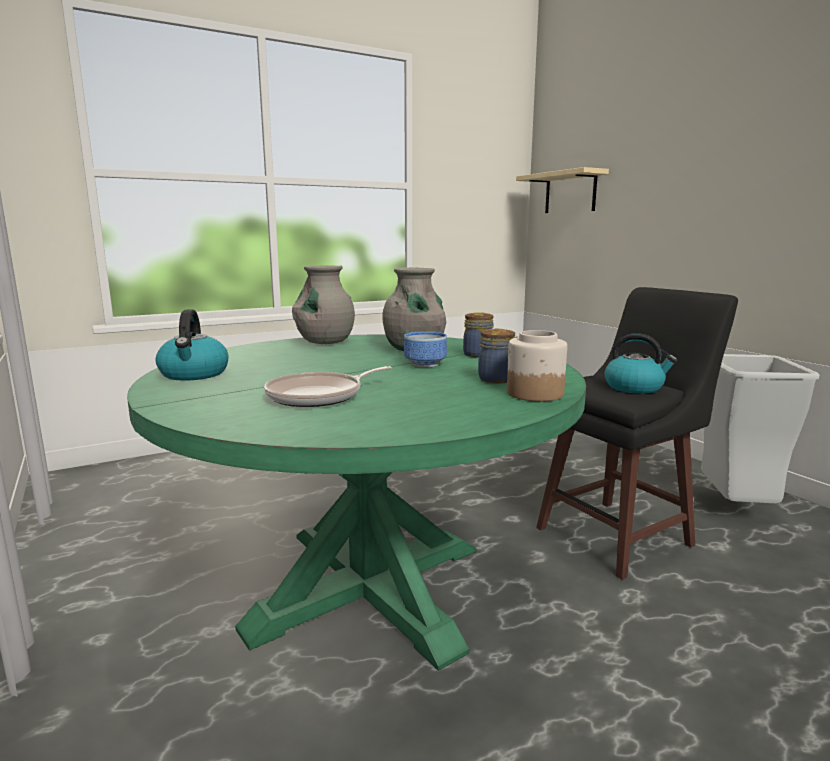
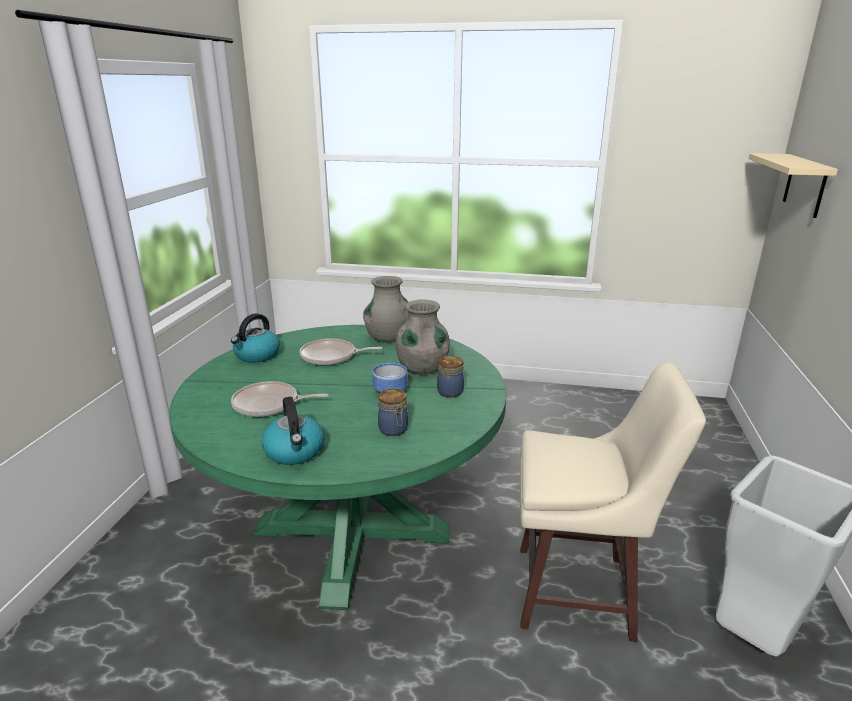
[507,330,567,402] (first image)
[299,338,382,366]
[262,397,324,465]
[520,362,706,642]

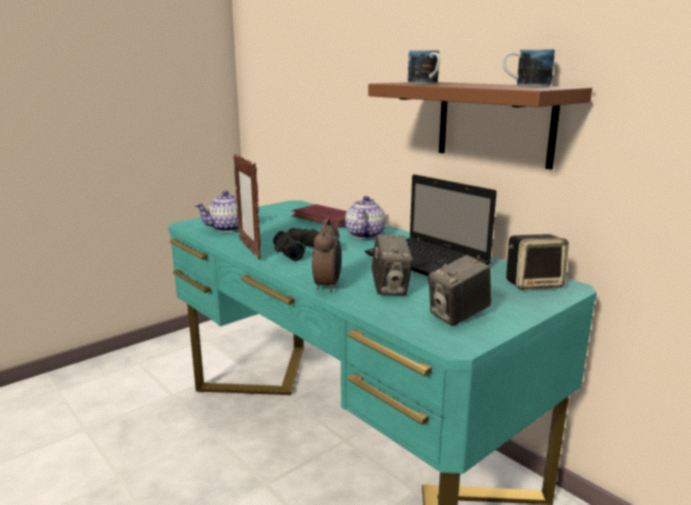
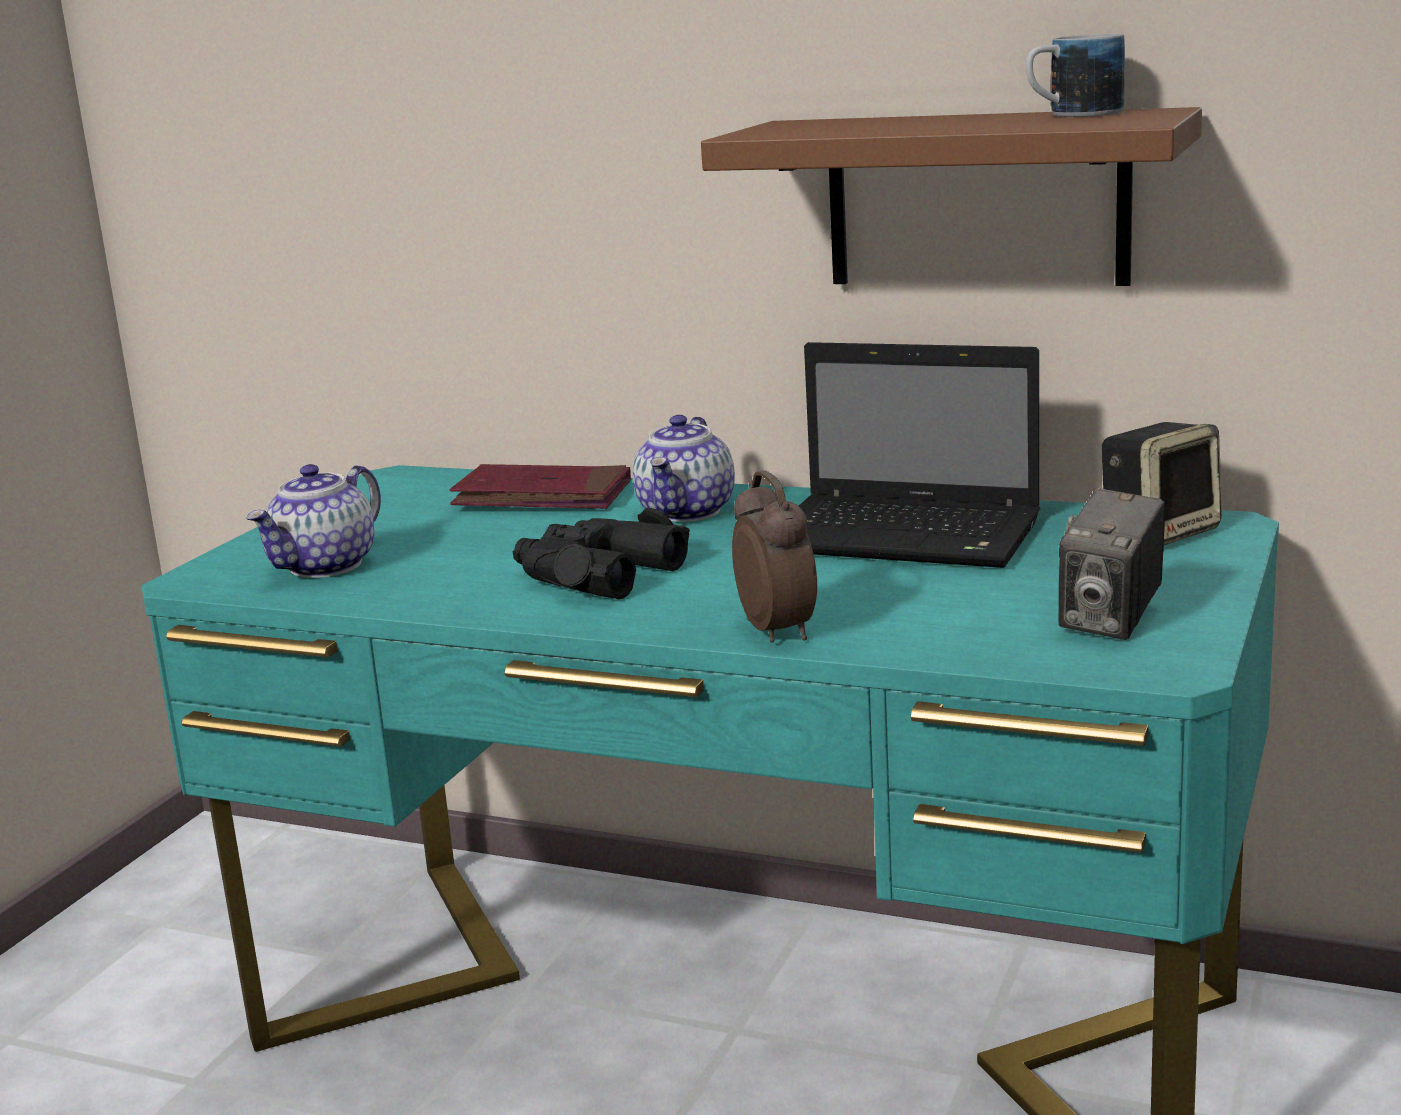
[233,154,261,259] (first image)
[371,234,413,295] (first image)
[408,50,440,84] (first image)
[633,415,735,522]

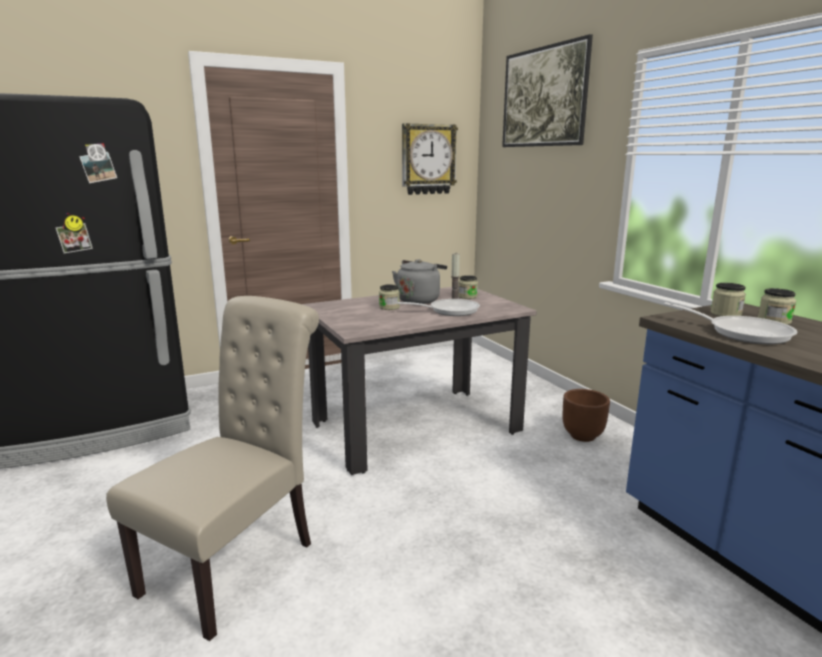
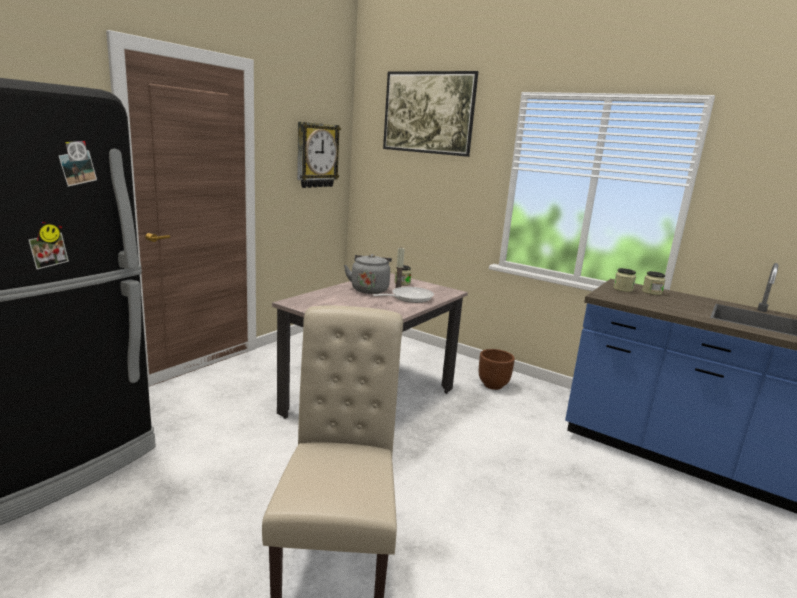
[379,284,400,310] (first image)
[664,302,798,344] (first image)

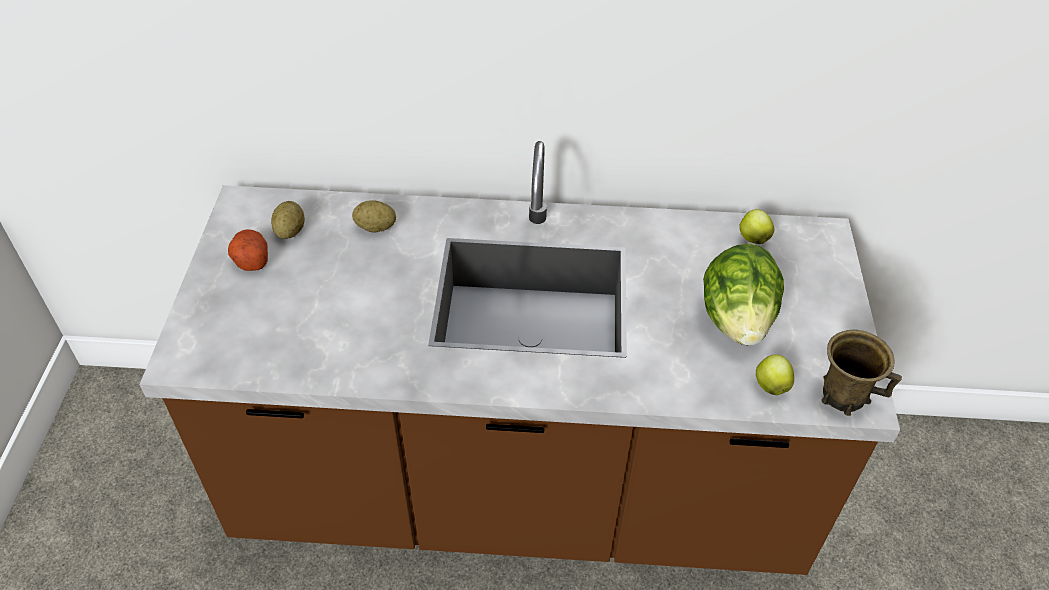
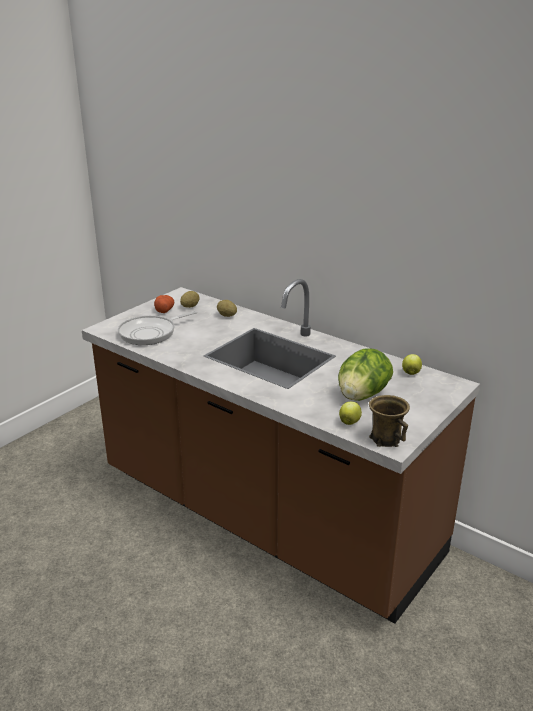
[118,311,197,345]

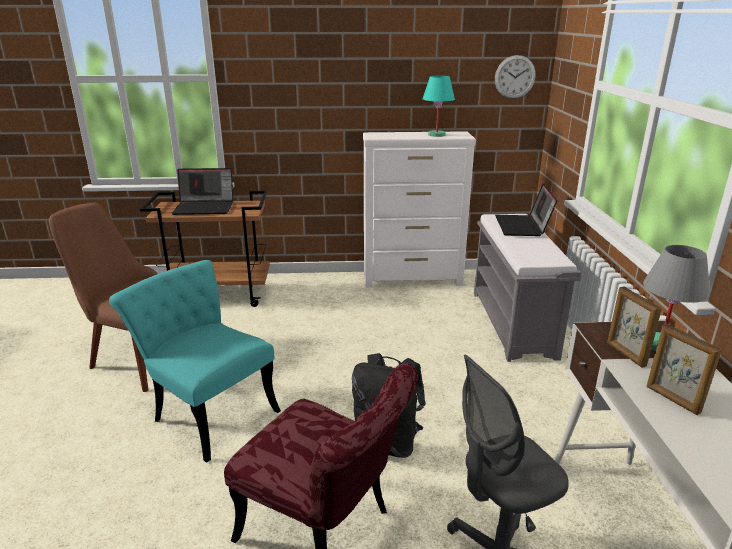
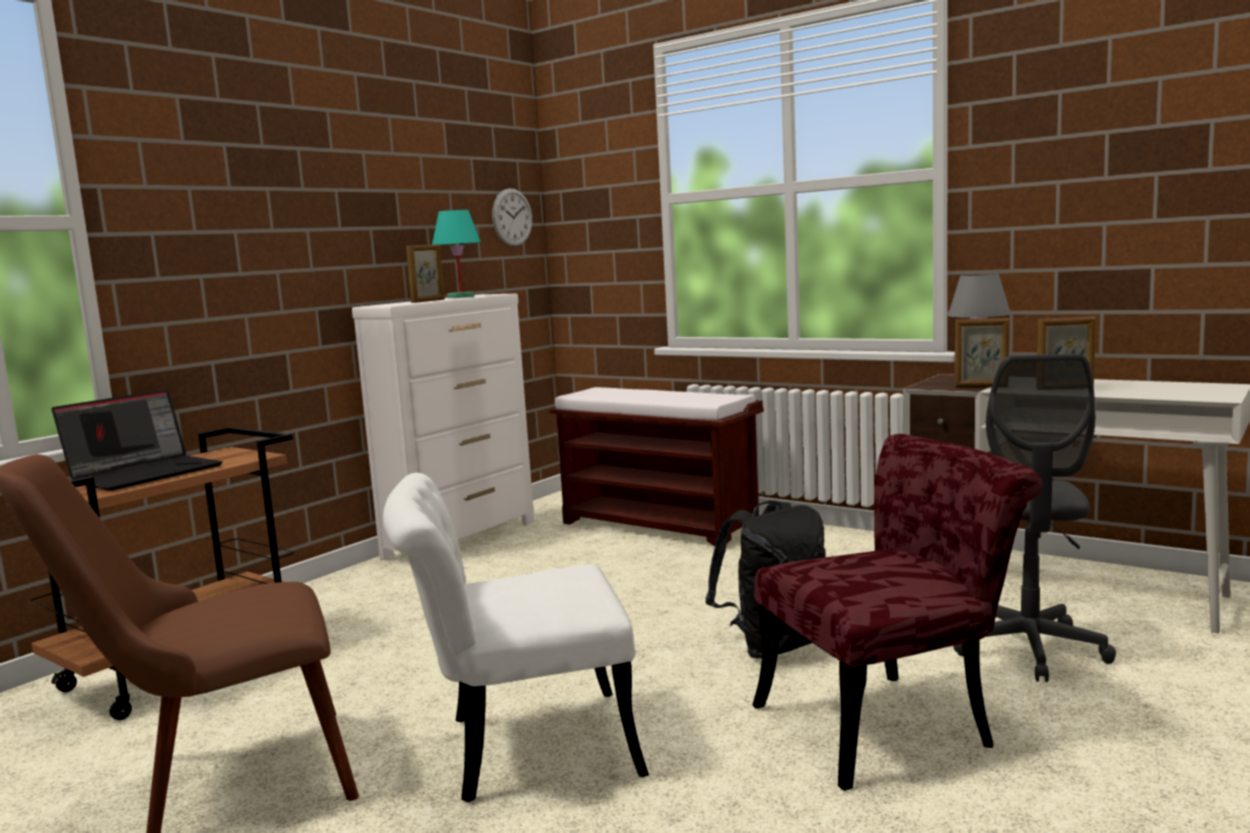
[495,184,558,236] (first image)
[406,244,445,303]
[383,473,649,803]
[549,387,764,546]

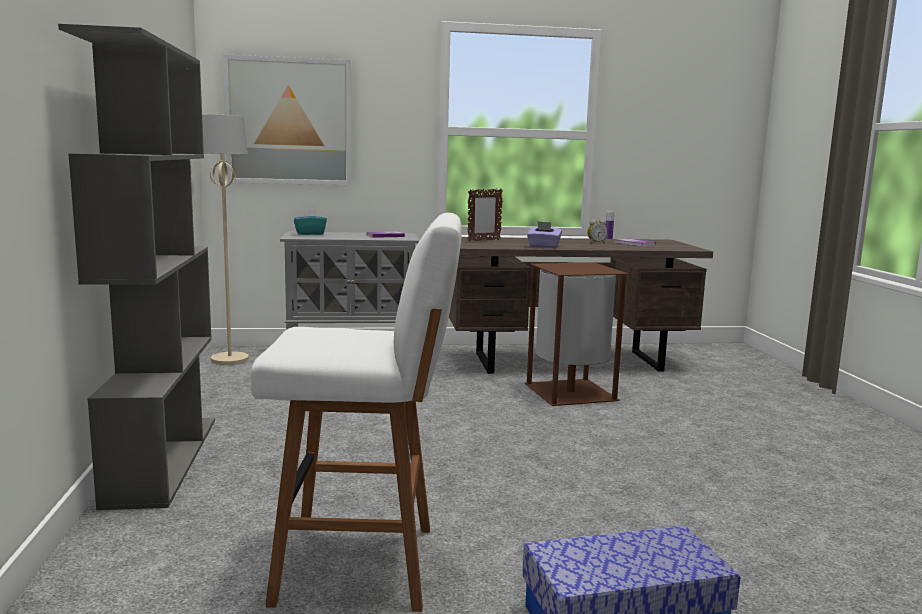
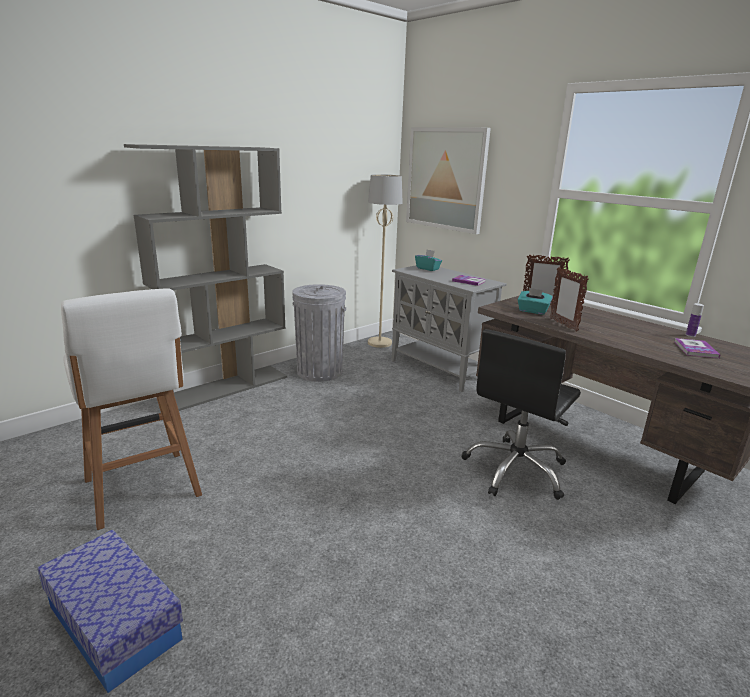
[587,220,607,244] (first image)
[292,284,346,382]
[518,288,553,315]
[461,329,581,500]
[550,267,589,332]

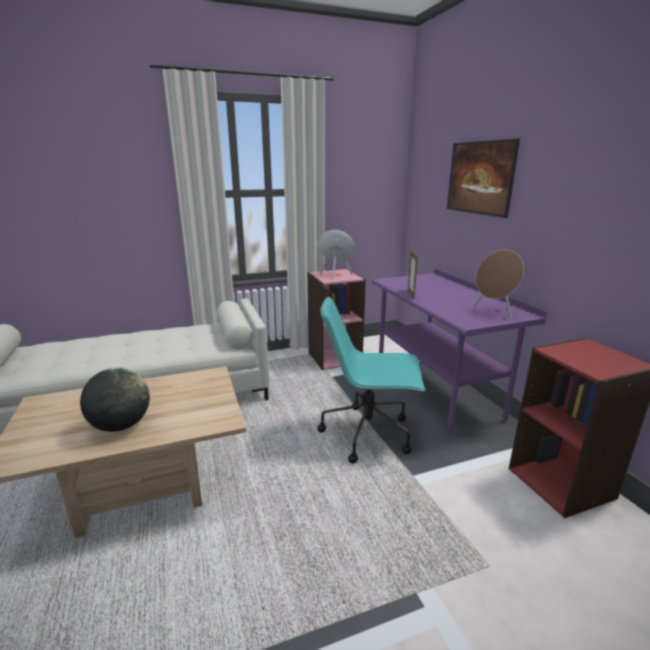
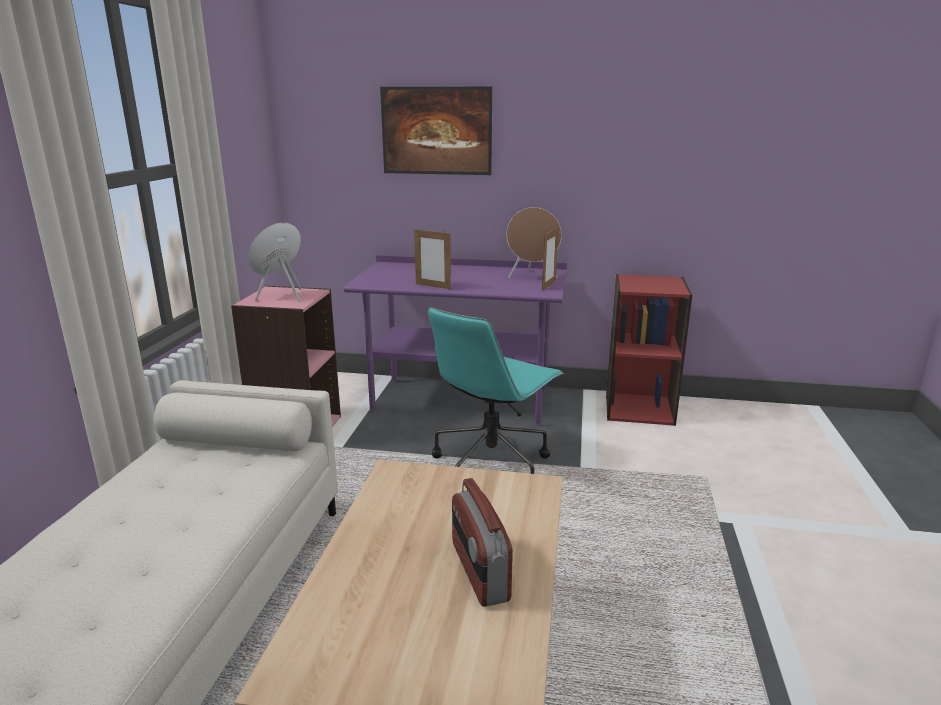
[542,227,558,291]
[452,478,513,607]

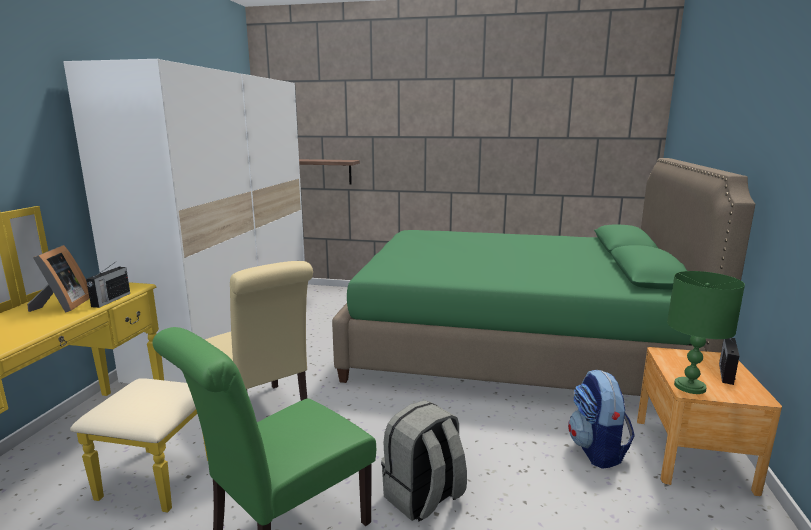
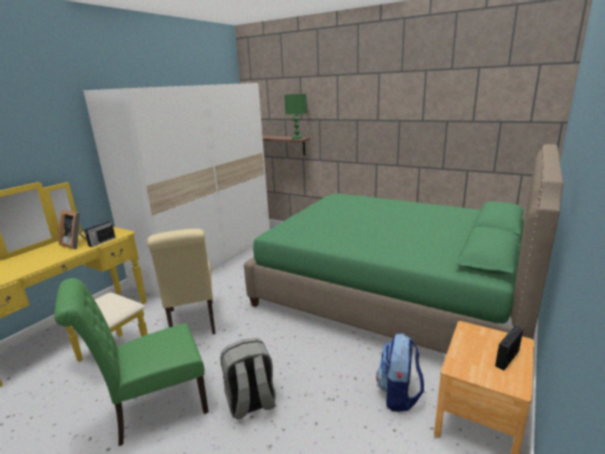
[284,94,307,139]
[58,210,87,249]

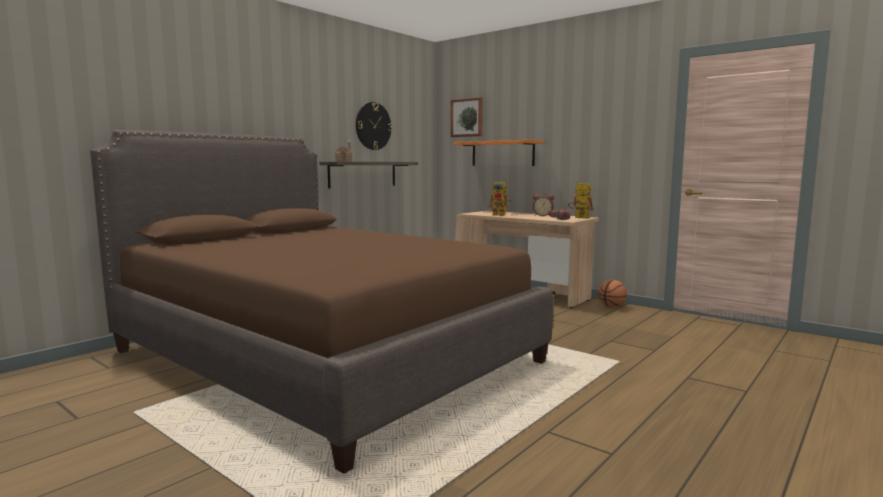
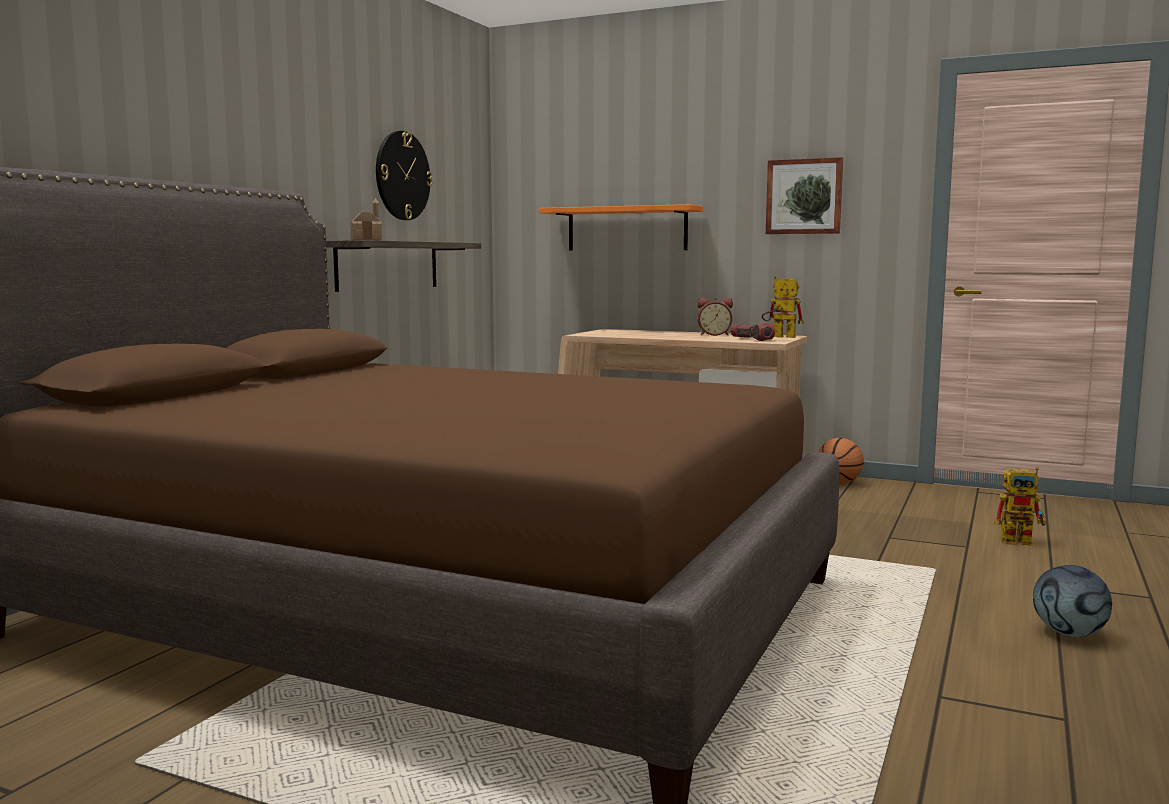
[1033,565,1112,637]
[766,157,843,234]
[994,467,1046,545]

